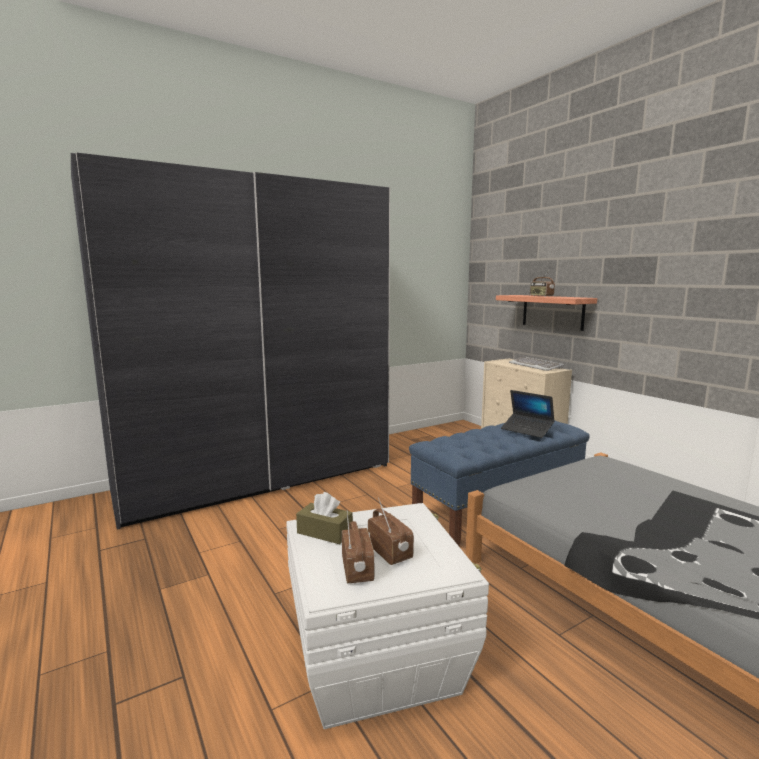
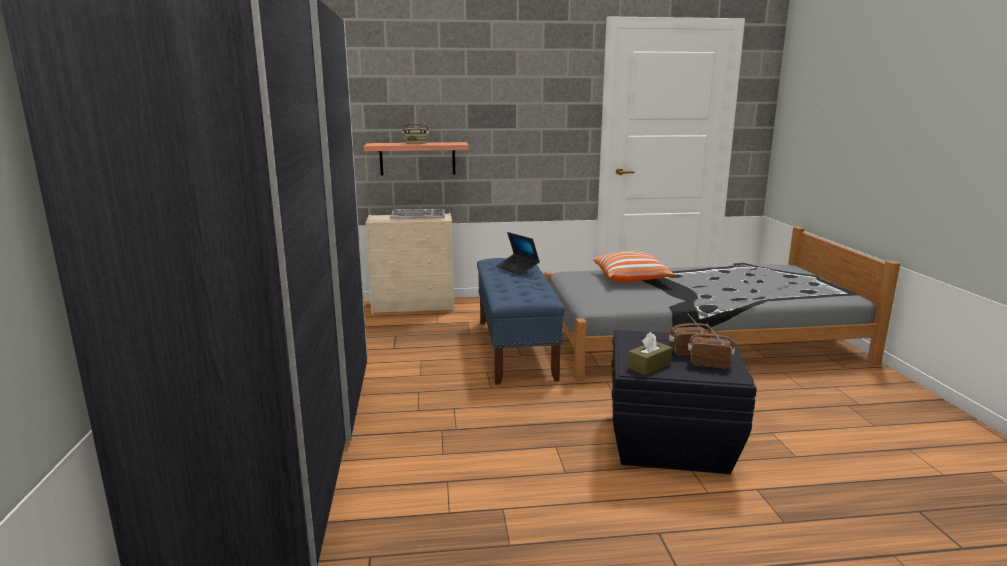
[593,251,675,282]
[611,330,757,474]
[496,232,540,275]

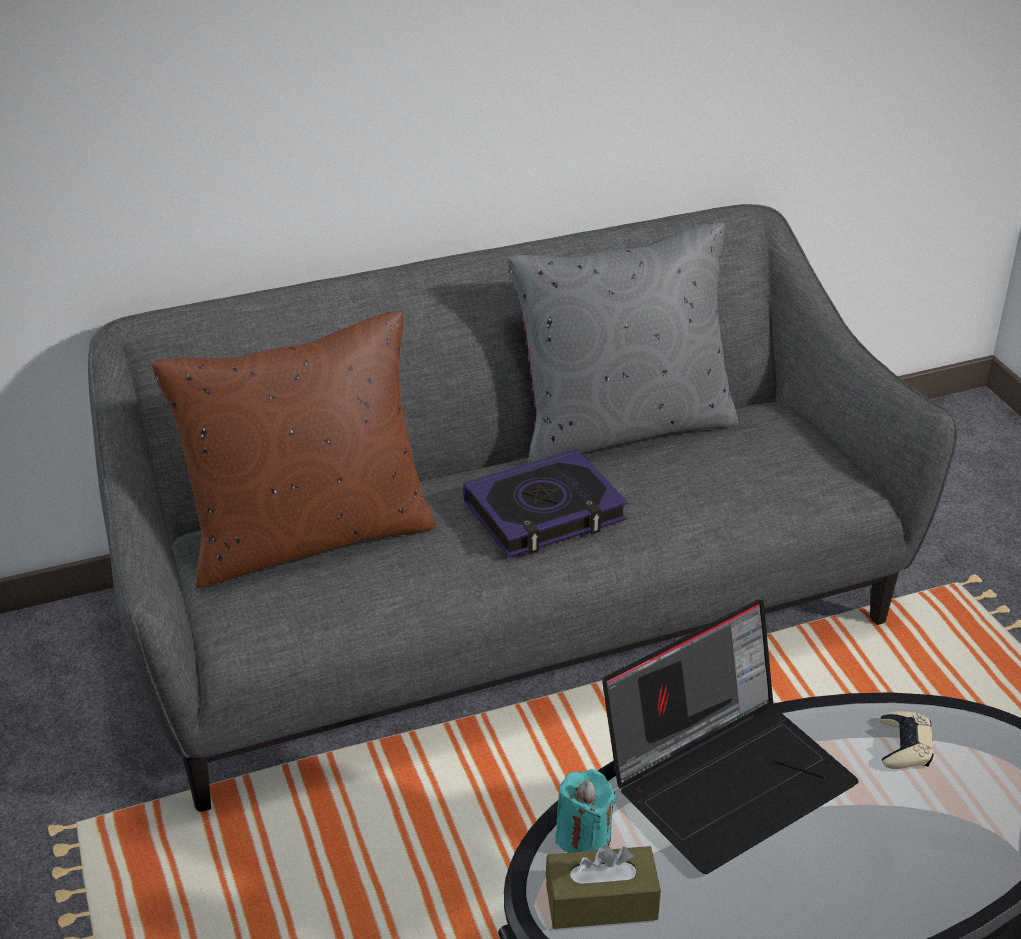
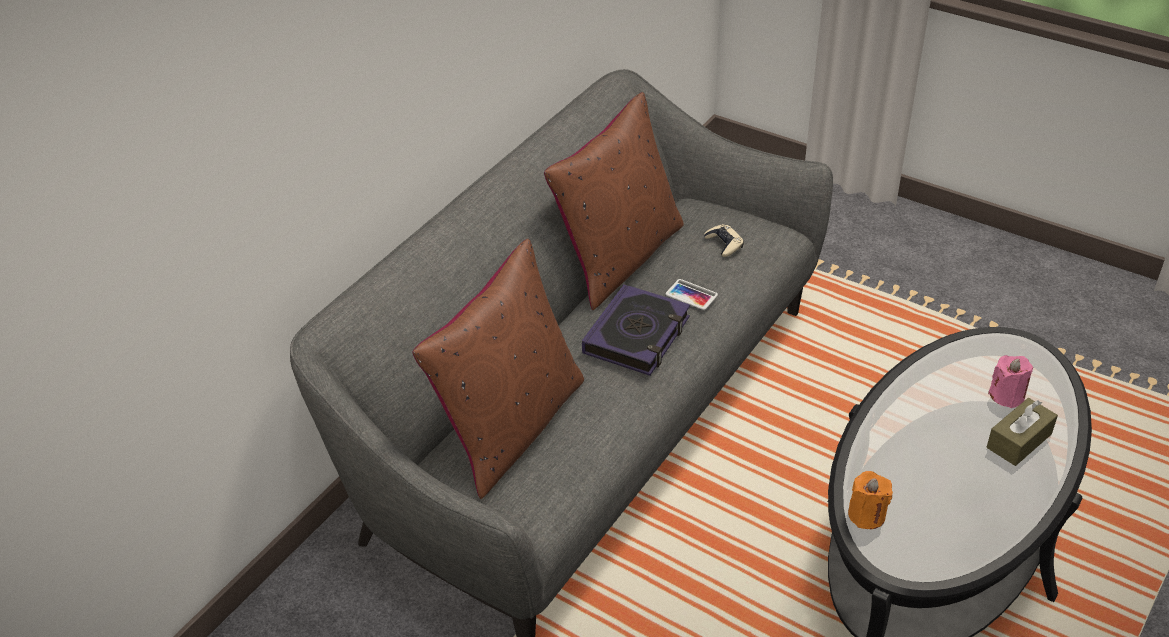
[602,600,859,874] (first image)
[665,279,718,310]
[988,355,1033,408]
[987,398,1058,466]
[704,224,744,257]
[544,92,684,310]
[848,471,893,529]

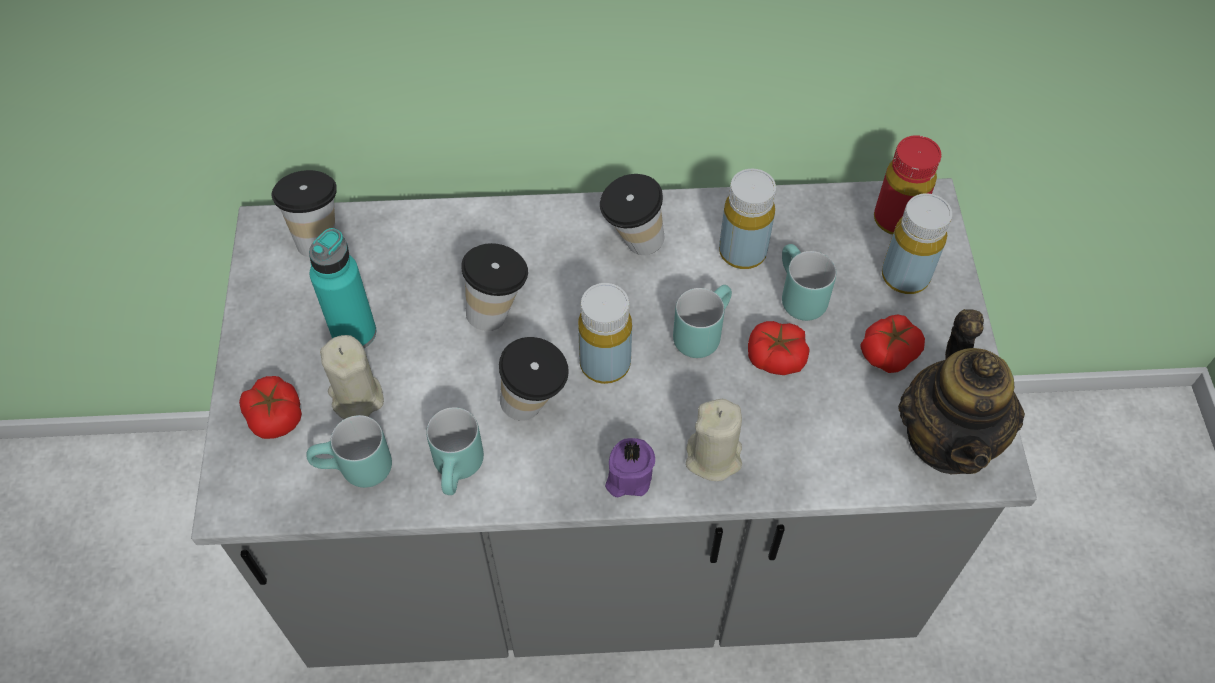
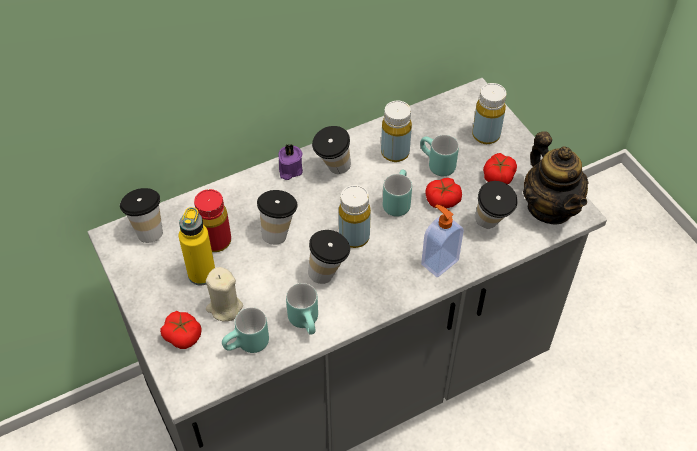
[475,181,518,229]
[278,144,303,180]
[194,189,231,252]
[421,205,464,277]
[179,207,215,286]

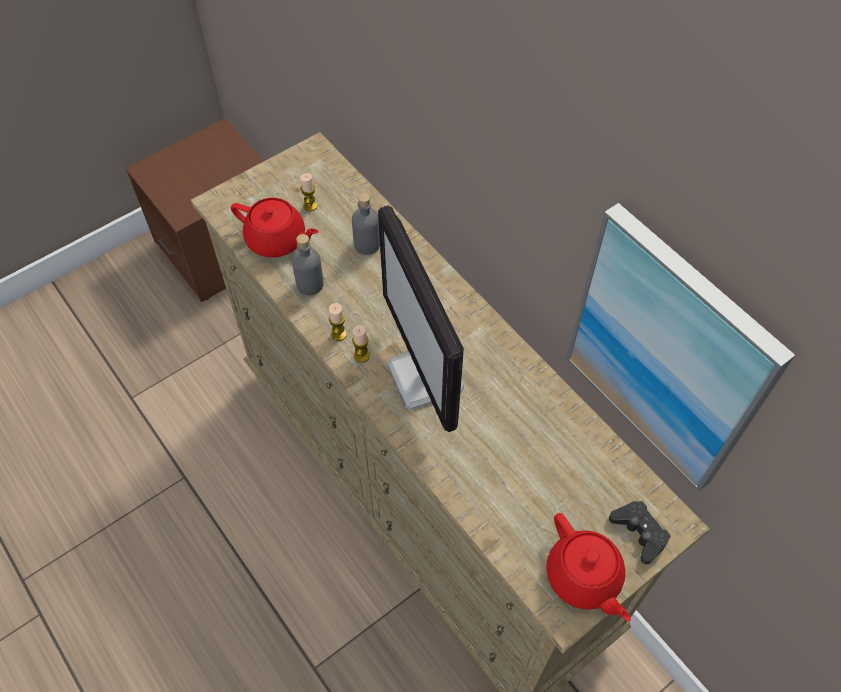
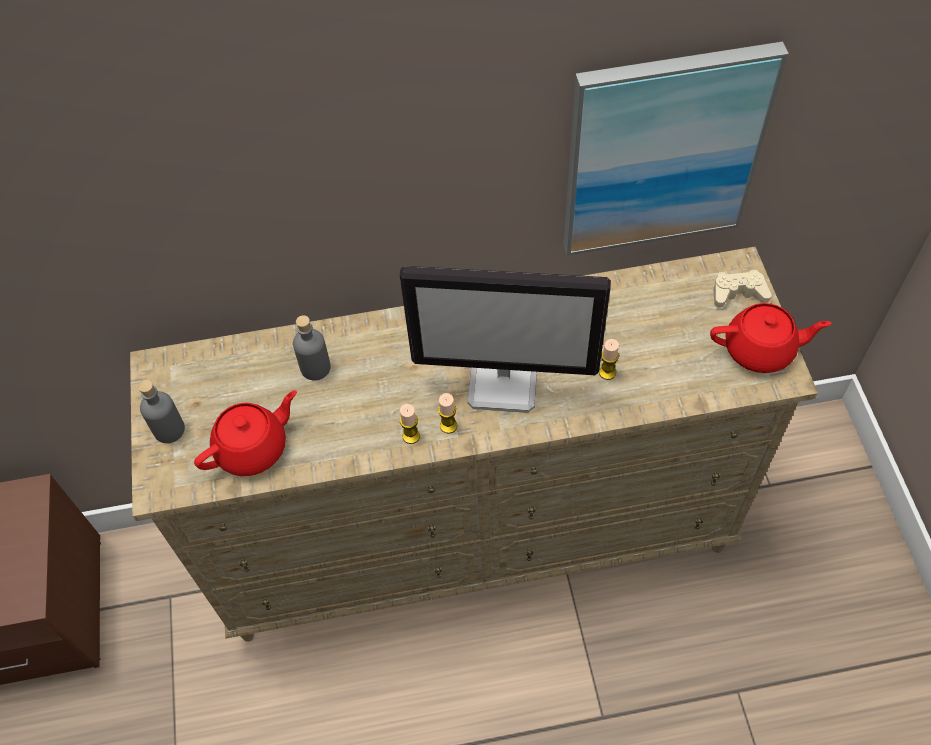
[138,380,185,443]
[599,339,619,380]
[713,270,771,308]

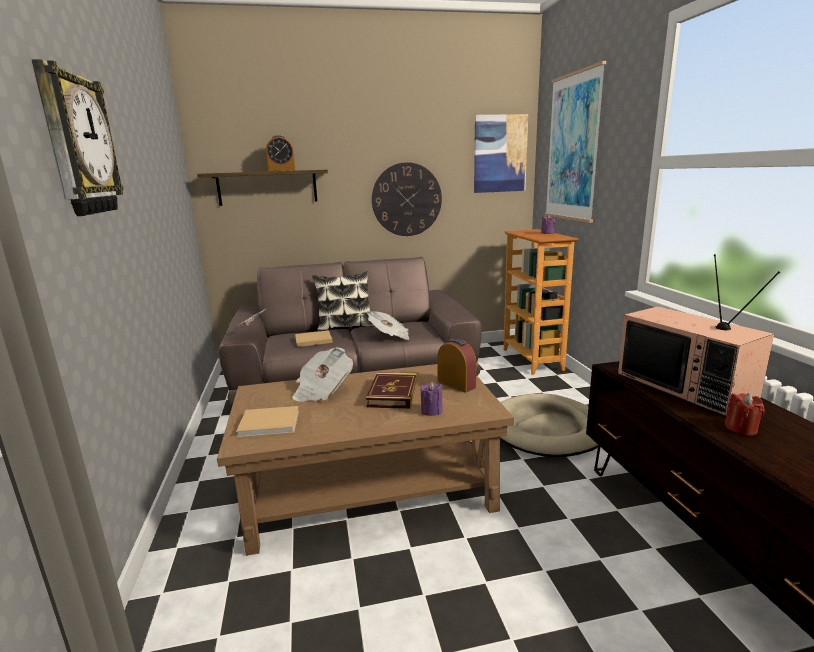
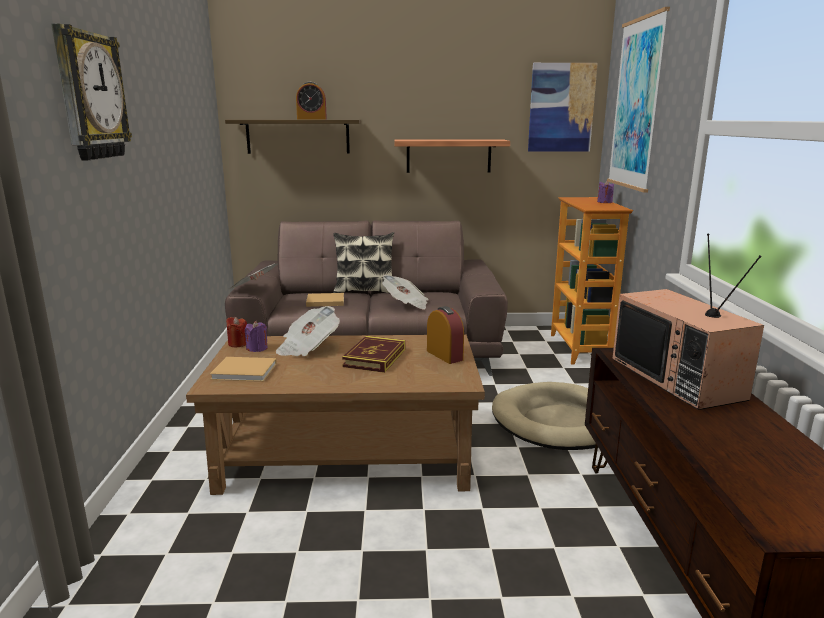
[245,321,268,352]
[226,317,247,347]
[394,139,510,173]

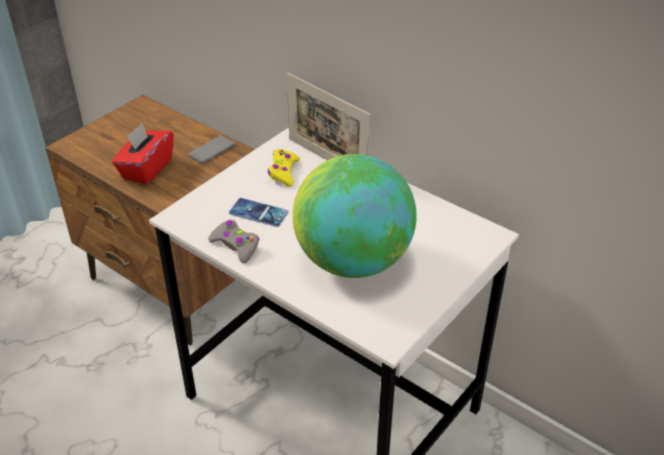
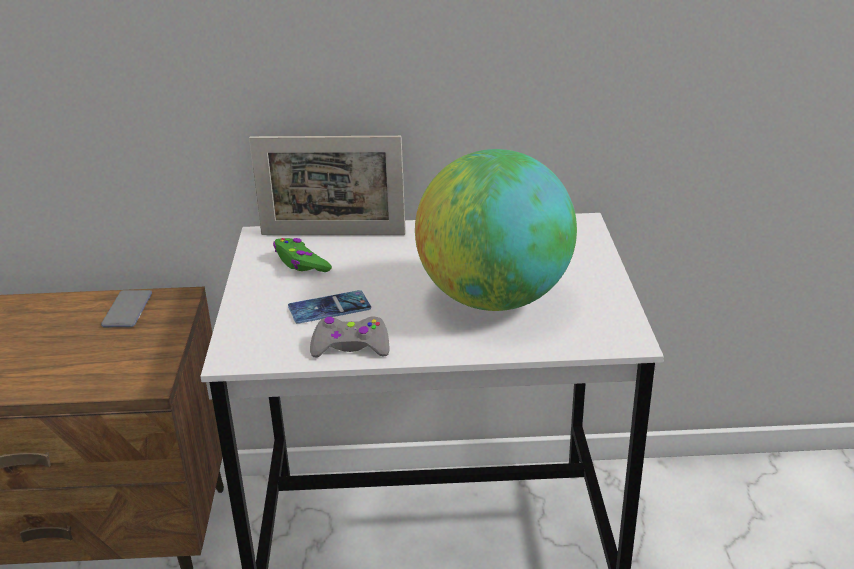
[112,123,174,184] (first image)
[273,238,332,272]

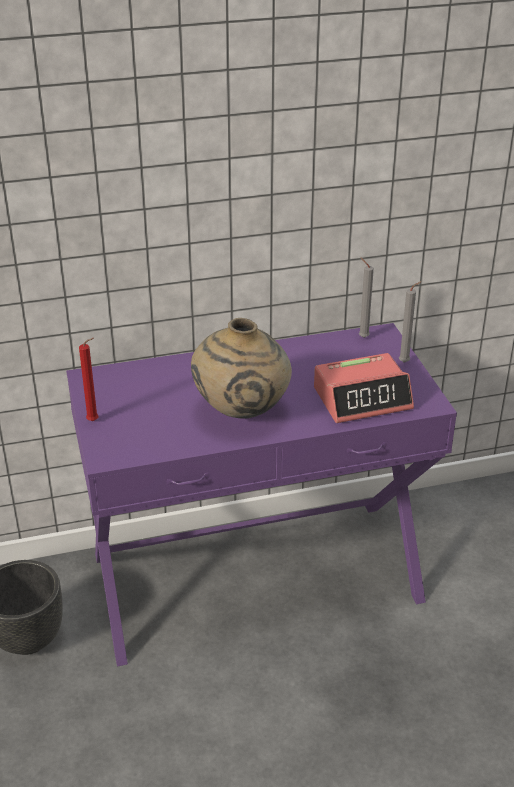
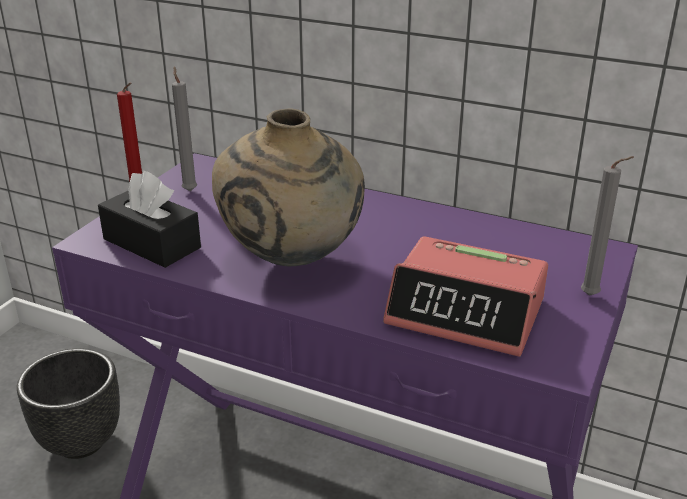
[98,171,201,268]
[172,66,197,191]

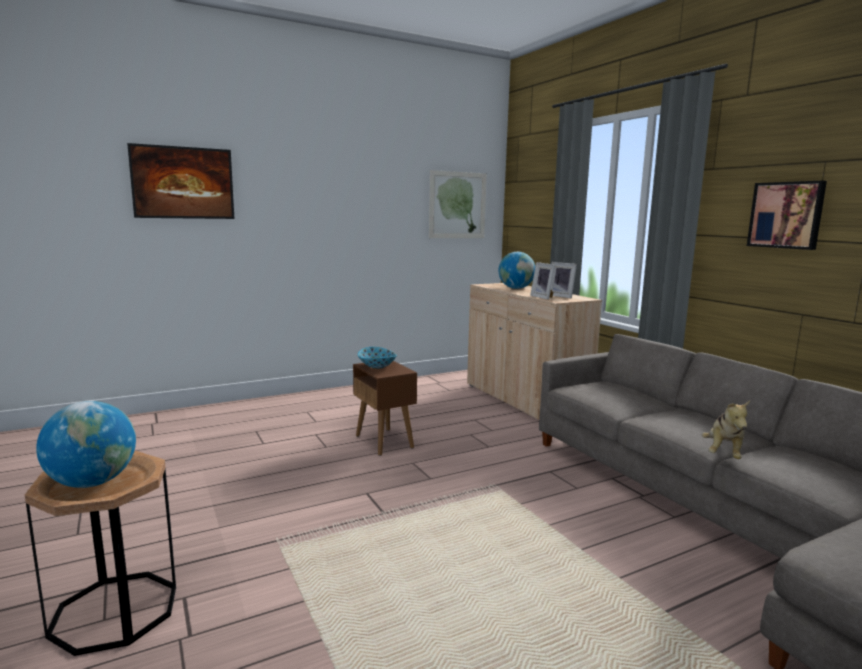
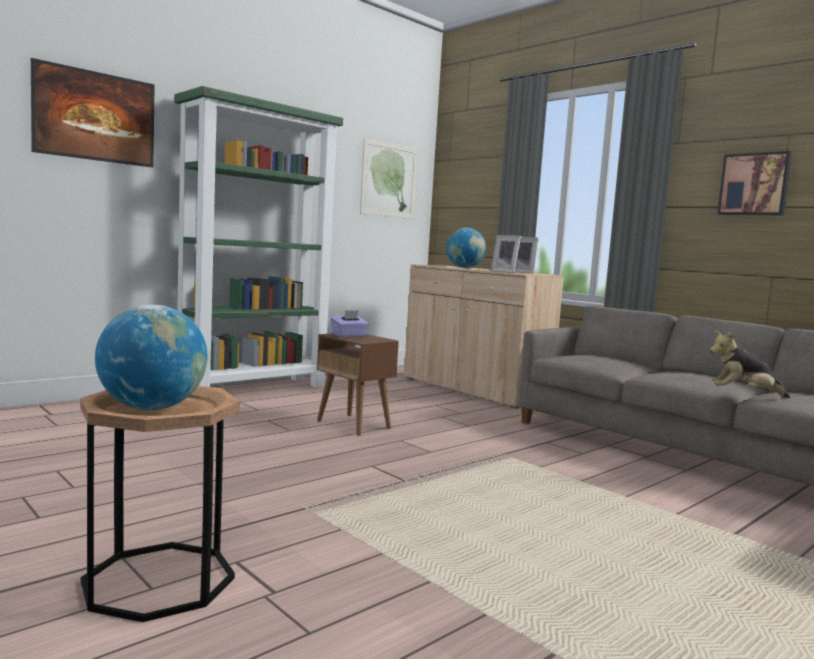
[174,86,343,388]
[331,310,369,337]
[710,330,790,398]

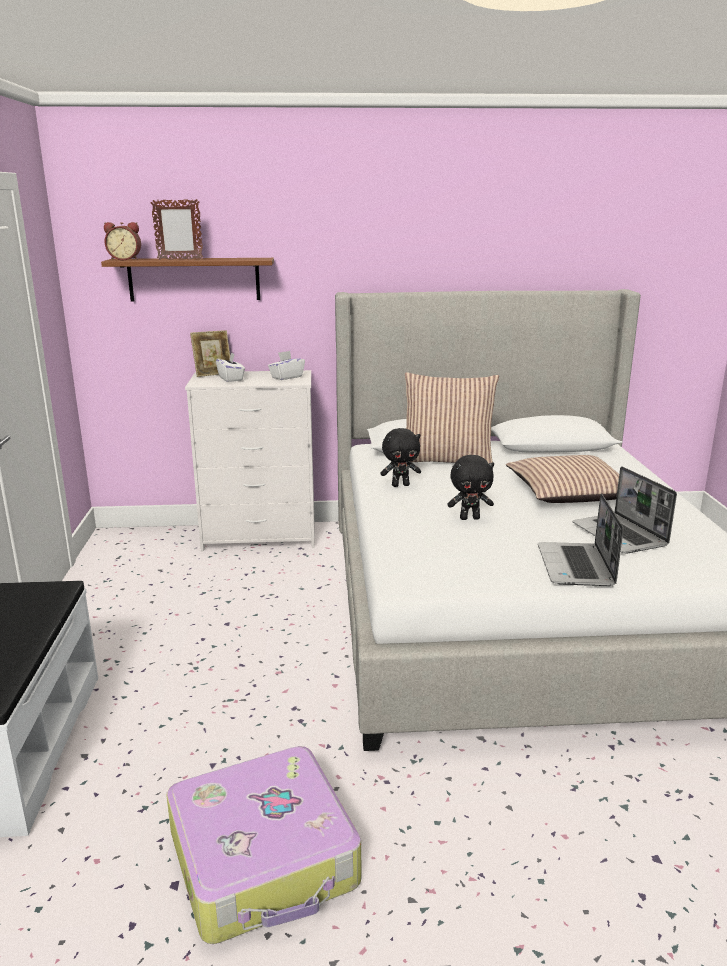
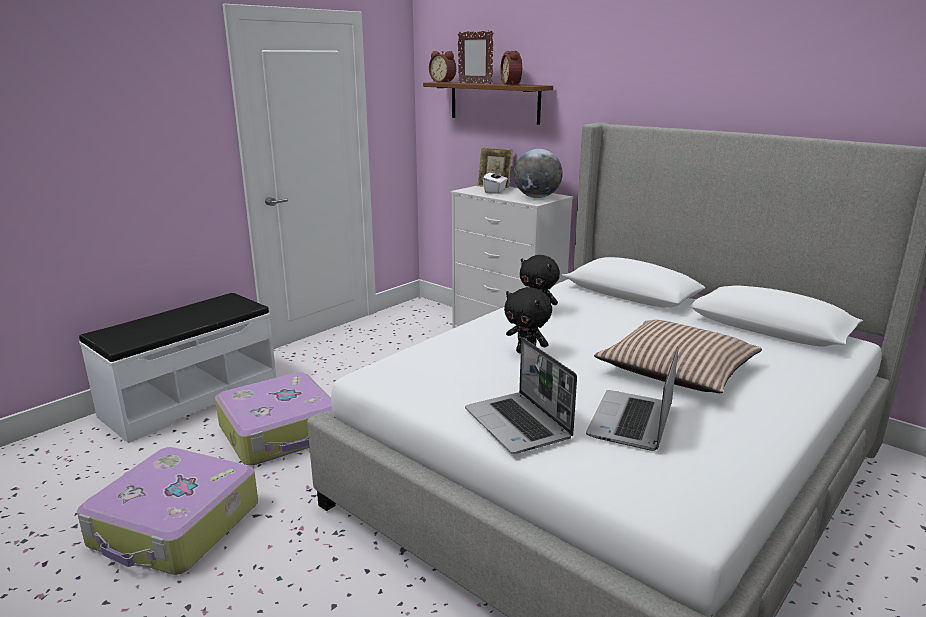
[405,372,499,467] (first image)
[215,372,332,465]
[500,51,522,85]
[514,149,563,198]
[465,338,577,454]

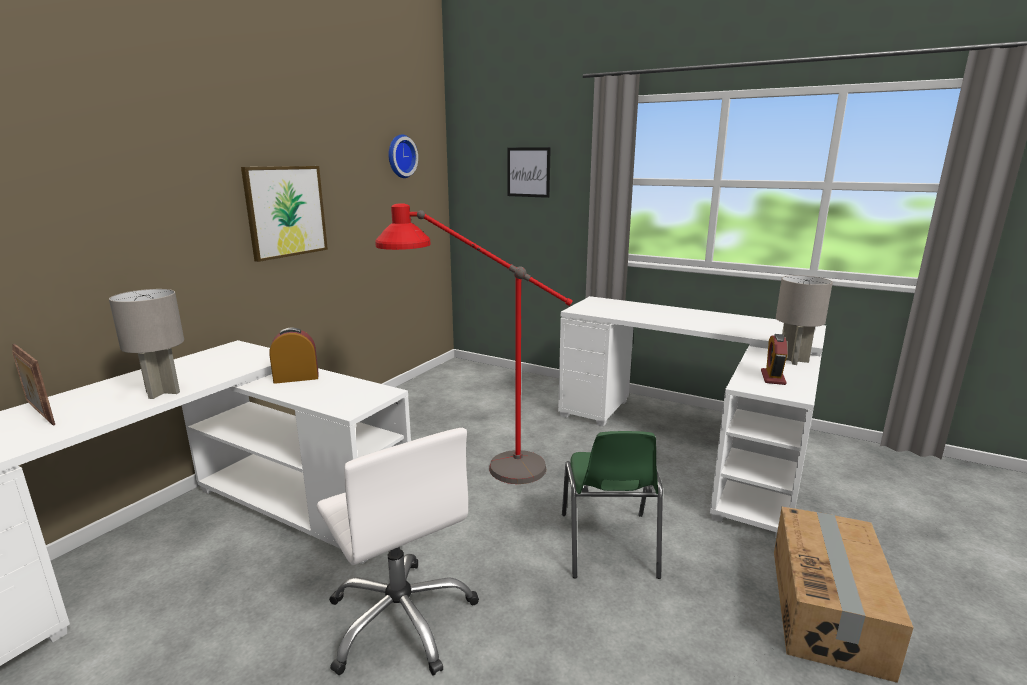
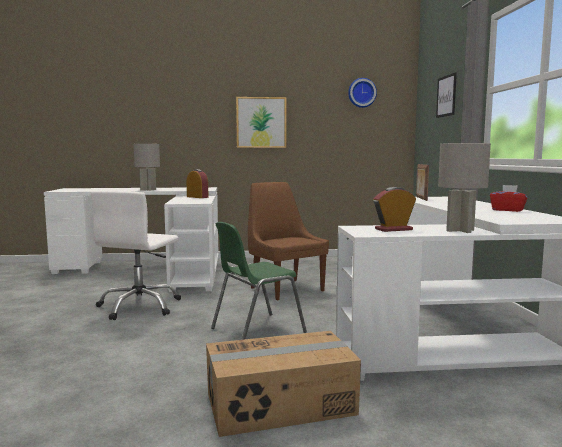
[490,185,528,212]
[416,164,429,201]
[248,182,329,300]

